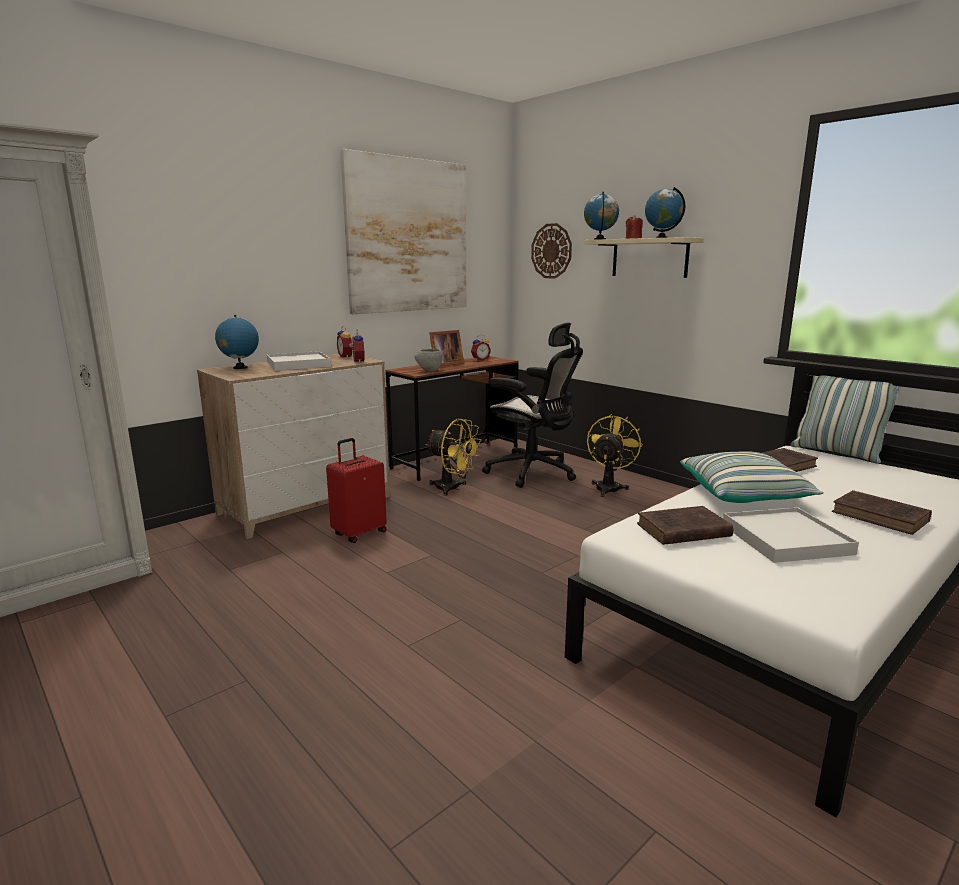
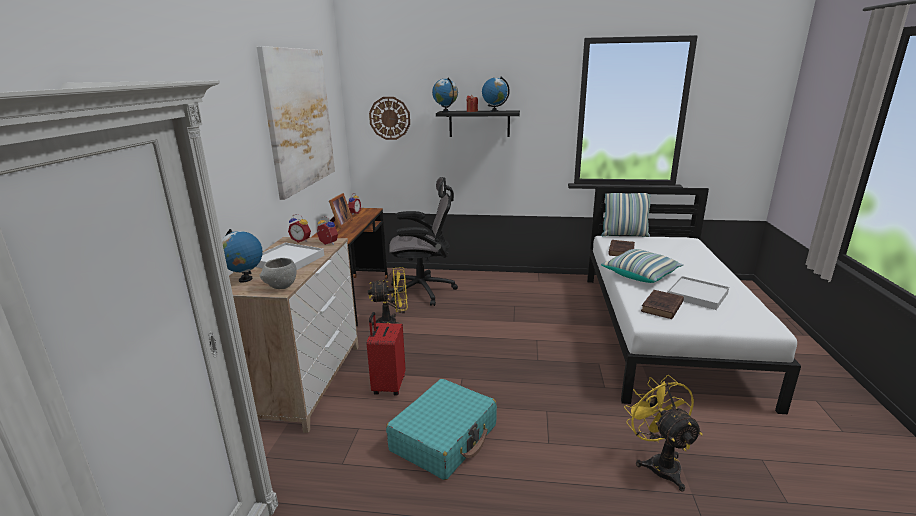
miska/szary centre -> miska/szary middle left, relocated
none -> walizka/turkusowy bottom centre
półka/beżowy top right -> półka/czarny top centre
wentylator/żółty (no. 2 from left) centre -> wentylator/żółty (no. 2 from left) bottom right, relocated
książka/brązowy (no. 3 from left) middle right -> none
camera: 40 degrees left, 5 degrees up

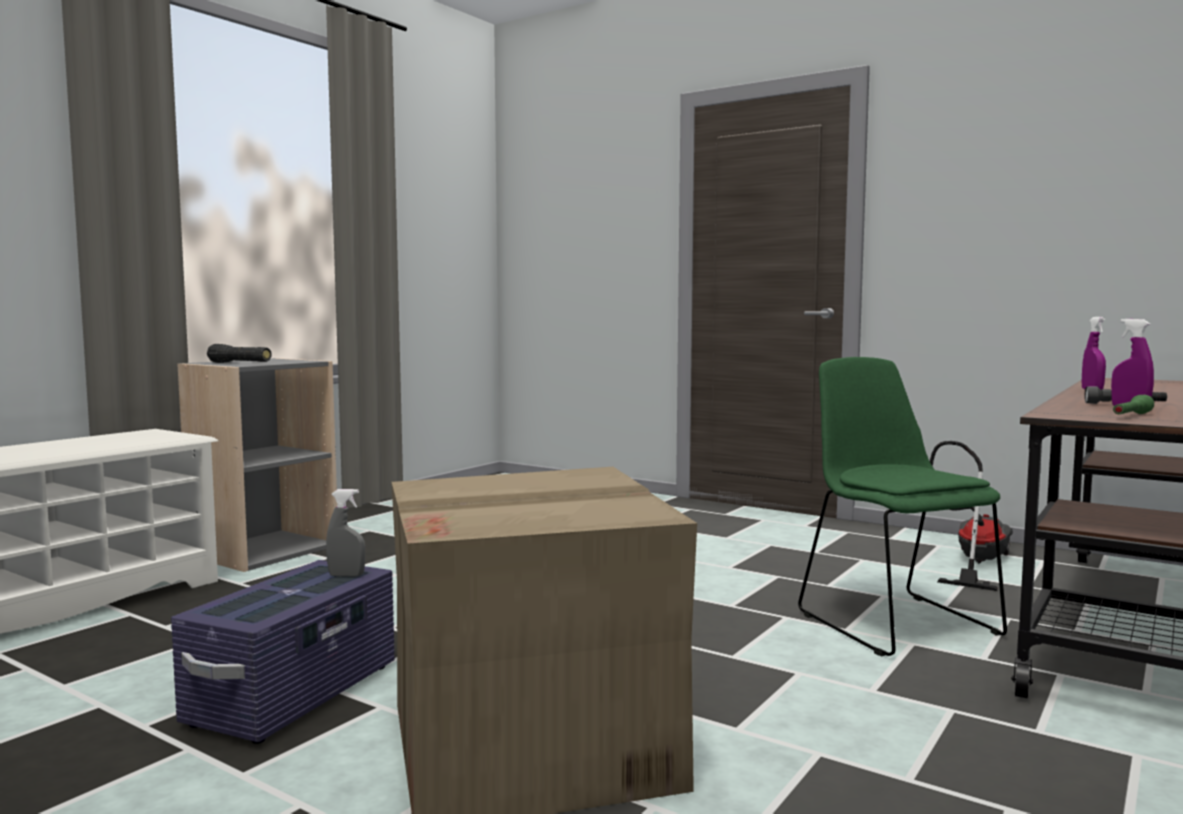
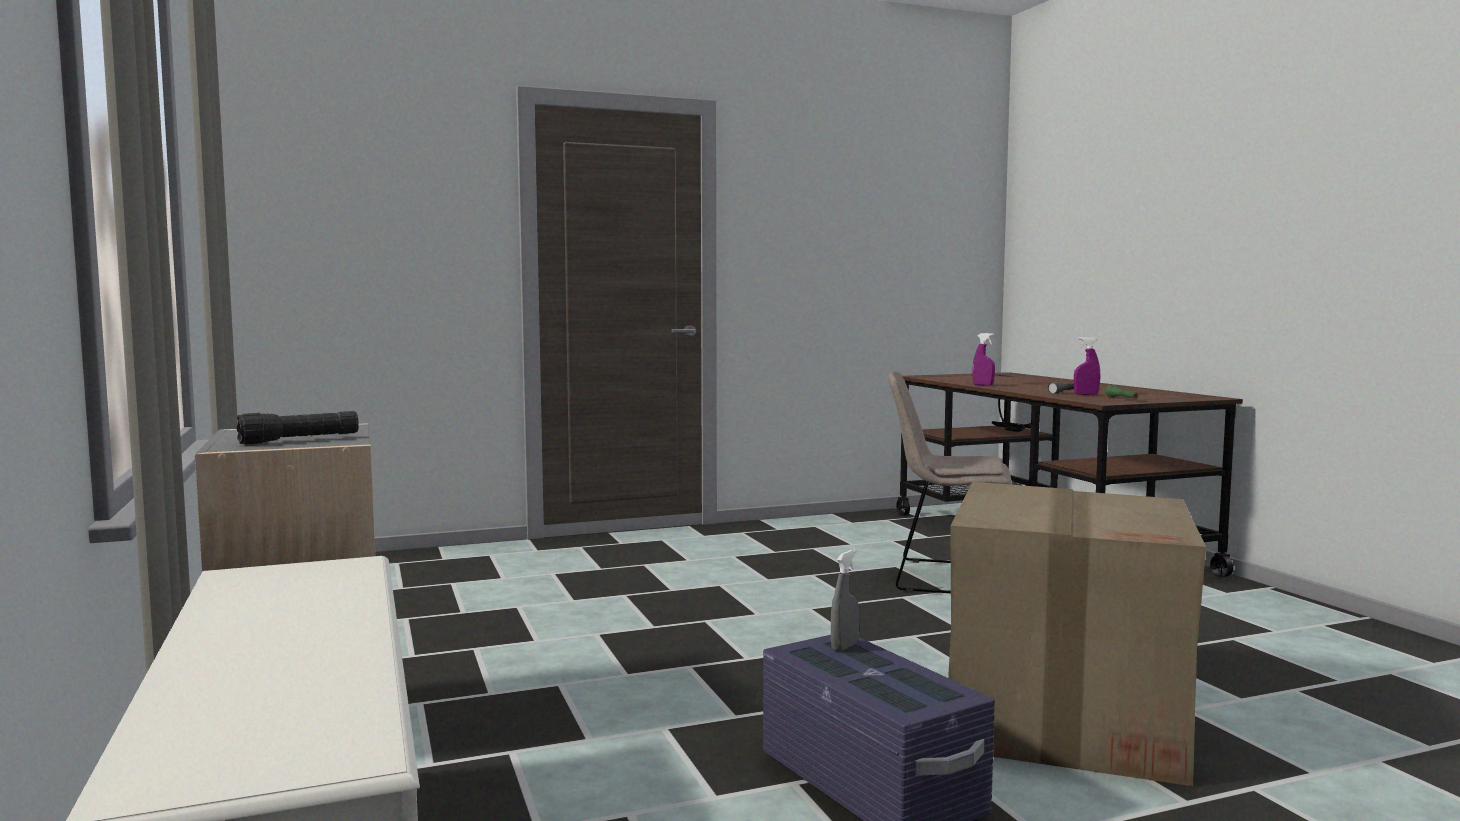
krzesło/zielony middle right -> krzesło/beżowy centre
odkurzacz middle right -> none
camera: 55 degrees left, 0 degrees up

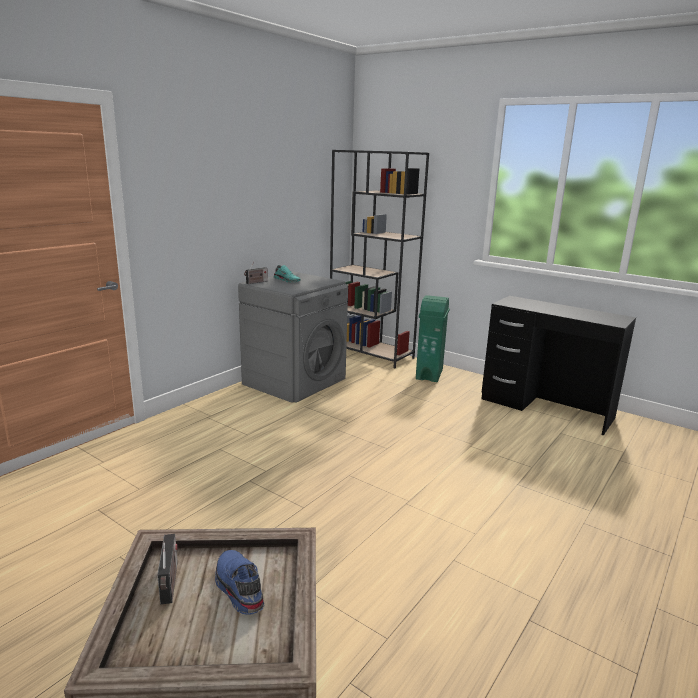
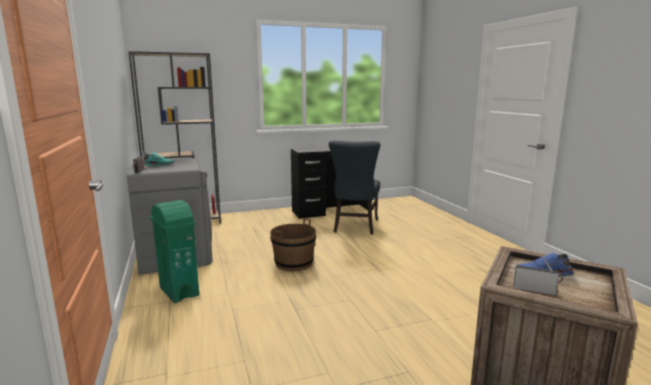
kosz na śmieci/zielony centre -> kosz na śmieci/zielony middle left, relocated
none -> wiadro/brązowy centre
none -> krzesło/szary centre
camera: 55 degrees left, 5 degrees down

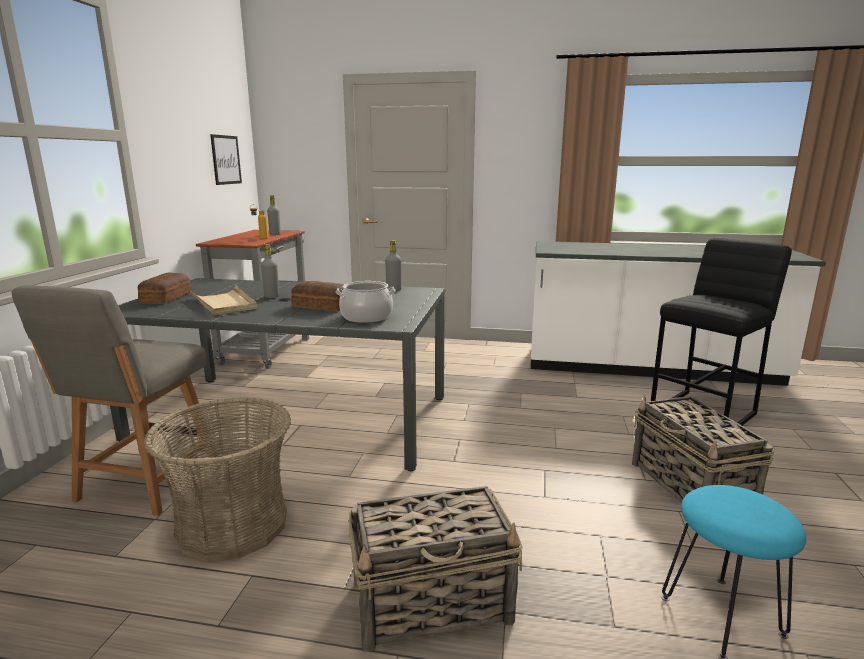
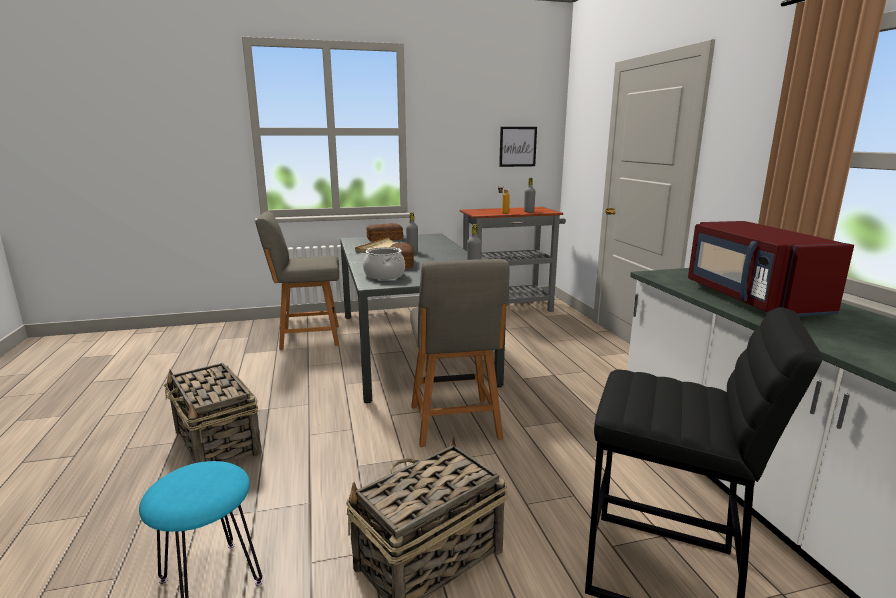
none -> krzesło/szary (no. 2 from left) centre
none -> mikrofalówka/czerwony middle right
koszyk (no. 1 from left) bottom left -> none
camera: 65 degrees right, 0 degrees up

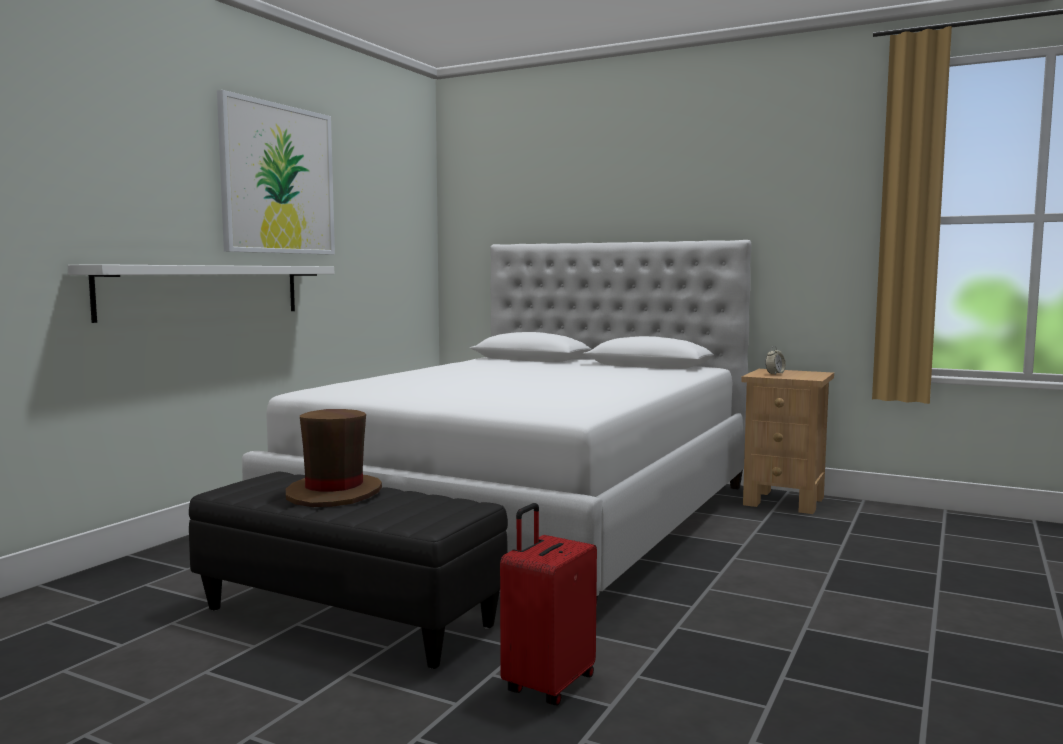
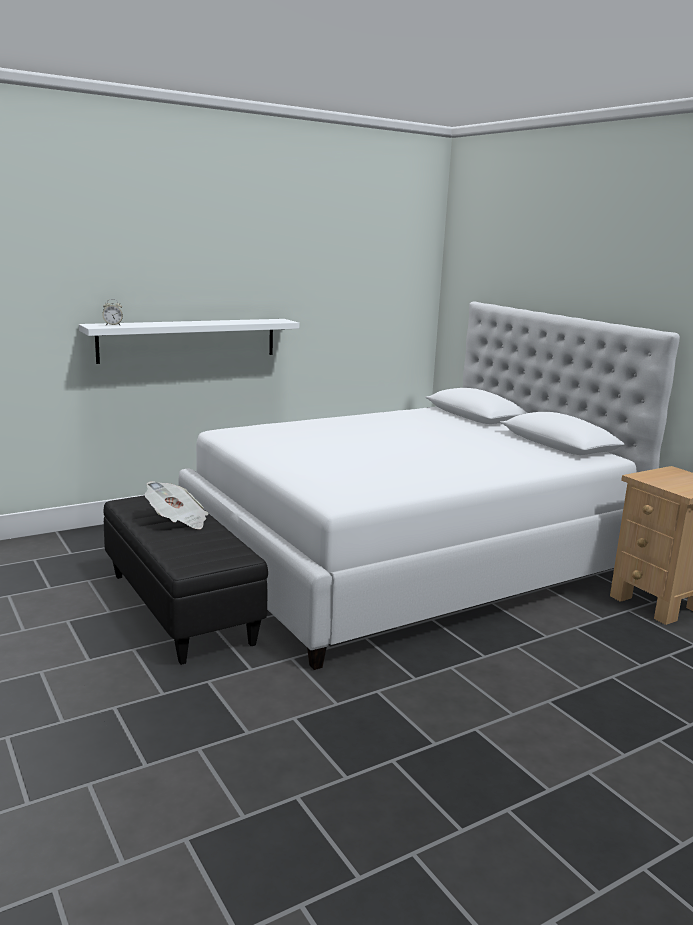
budzik middle right -> budzik middle left, relocated
kapelusz/brązowy middle left -> gazeta middle left
obraz top left -> none
walizka/czerwony bottom centre -> none
camera: 30 degrees right, 10 degrees up

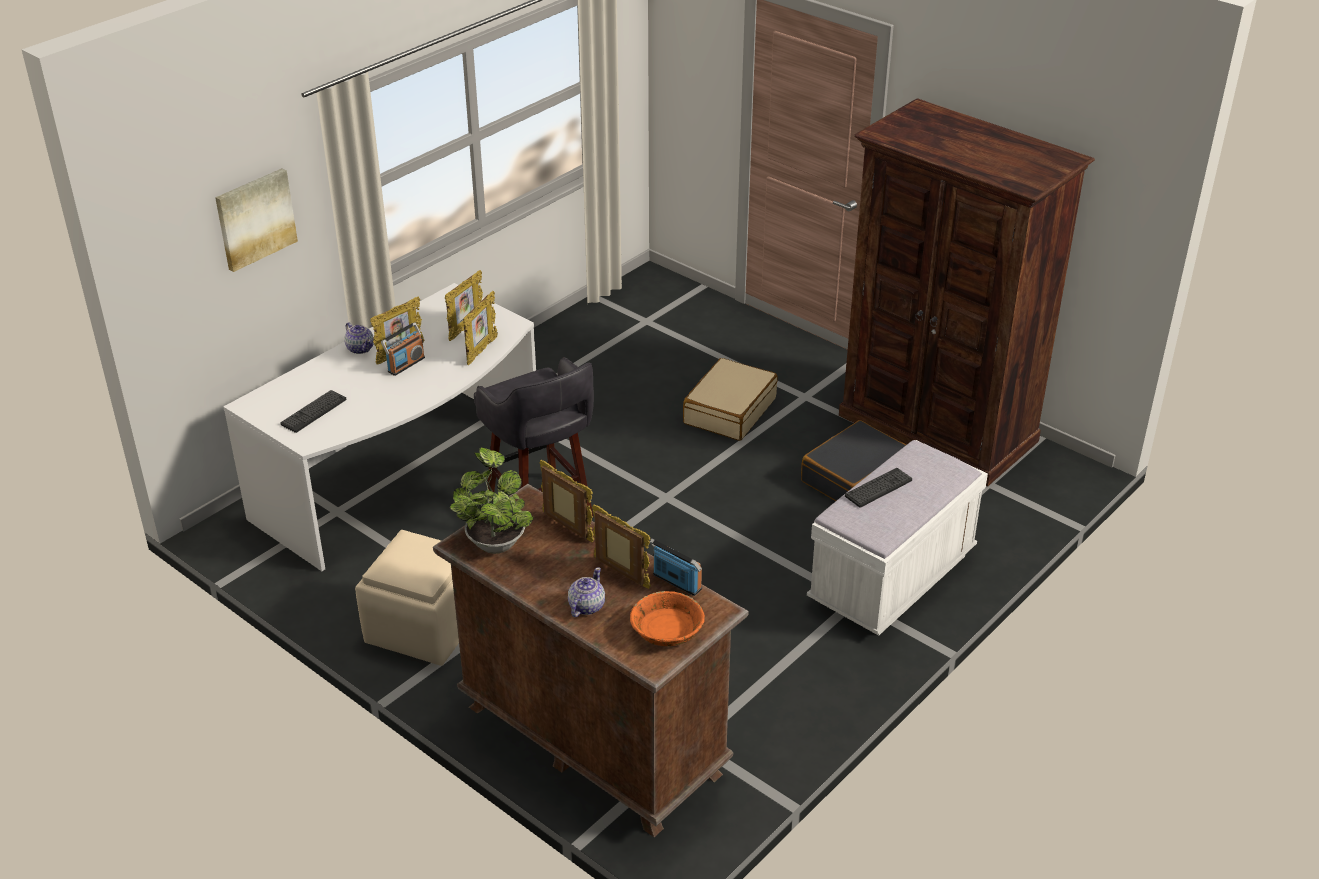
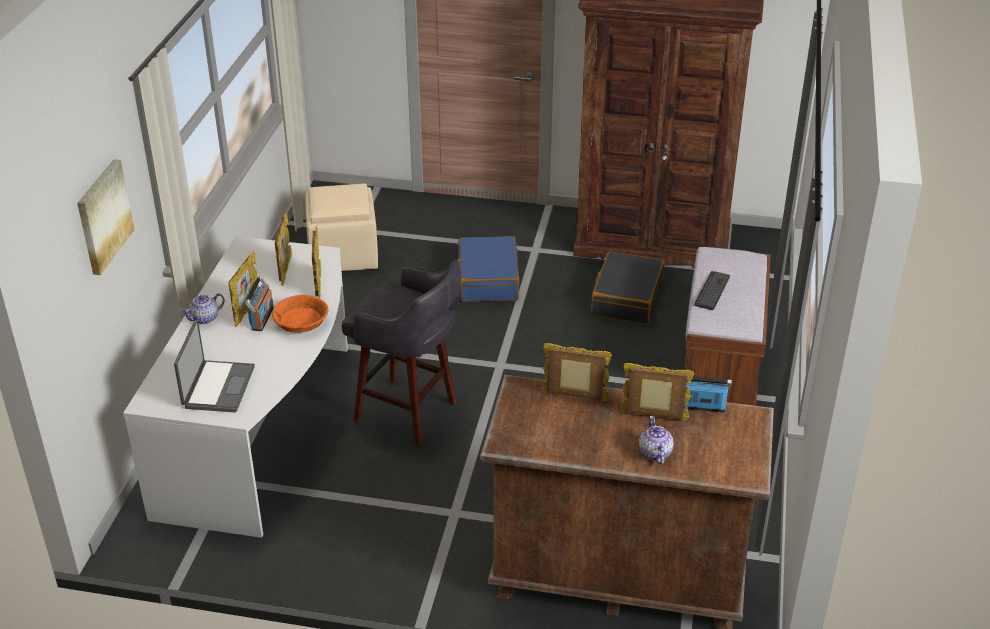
klawiatura (no. 1 from left) middle left -> laptop middle left
imbryk (no. 1 from left) middle left, 120 degrees clockwise
miska/pomarańczowy bottom centre -> miska/pomarańczowy middle left, relocated
pufa/beżowy bottom left -> pufa/beżowy centre, relocated
walizka/beżowy centre -> walizka/niebieski centre
ławka/biały middle right -> ławka/brązowy middle right
roślina doniczkowa centre -> none
camera: 30 degrees left, 0 degrees up

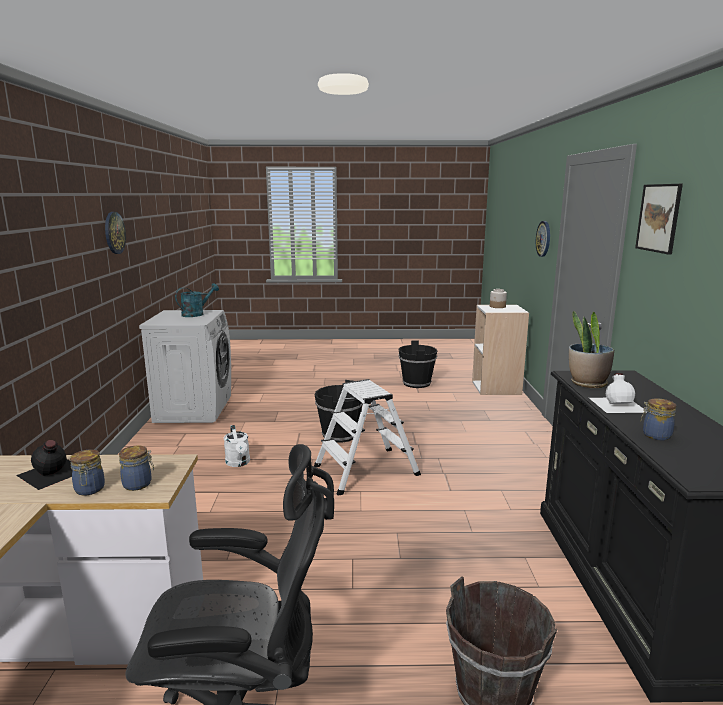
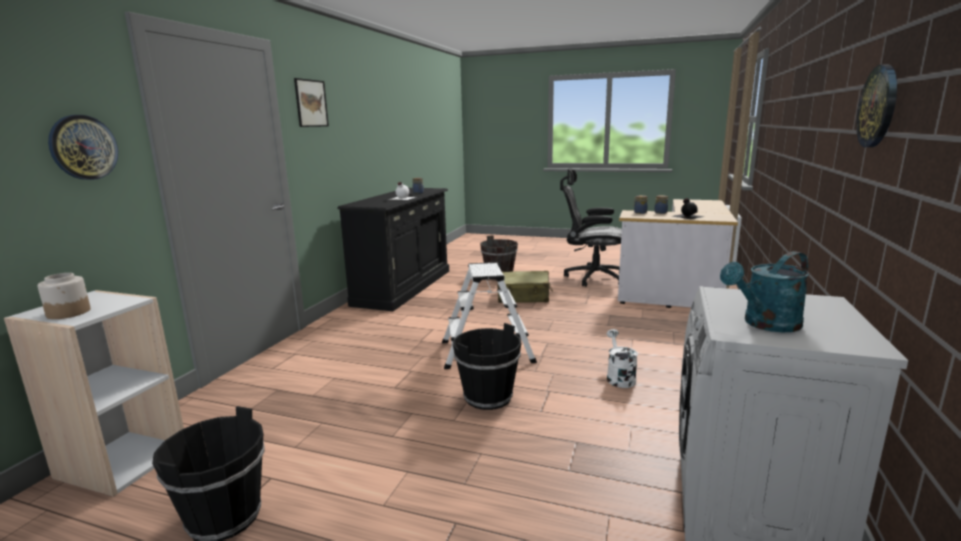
none -> walizka/beżowy centre
roślina doniczkowa middle right -> none
camera: 160 degrees left, 0 degrees up

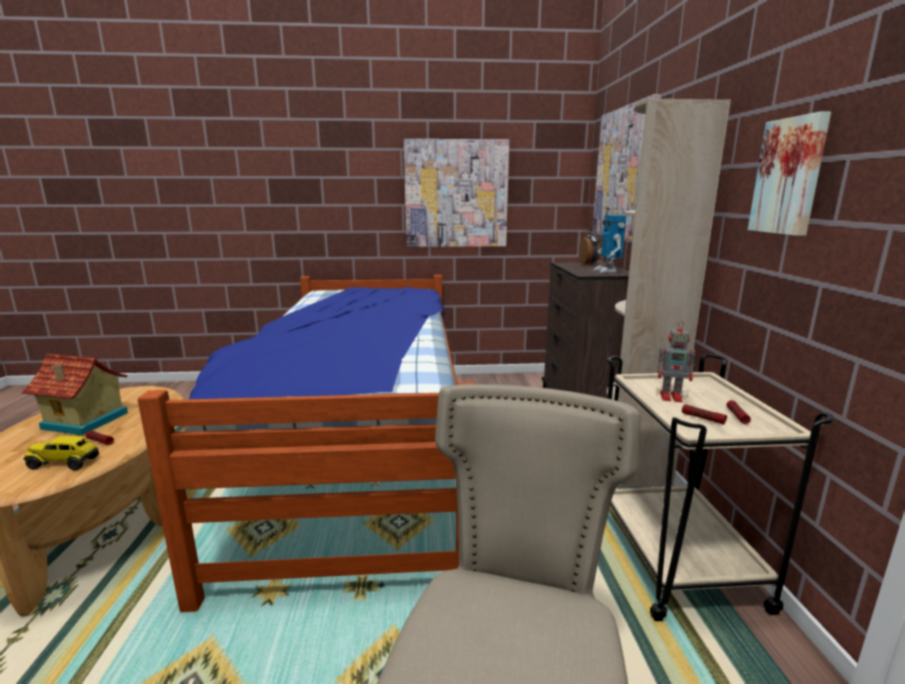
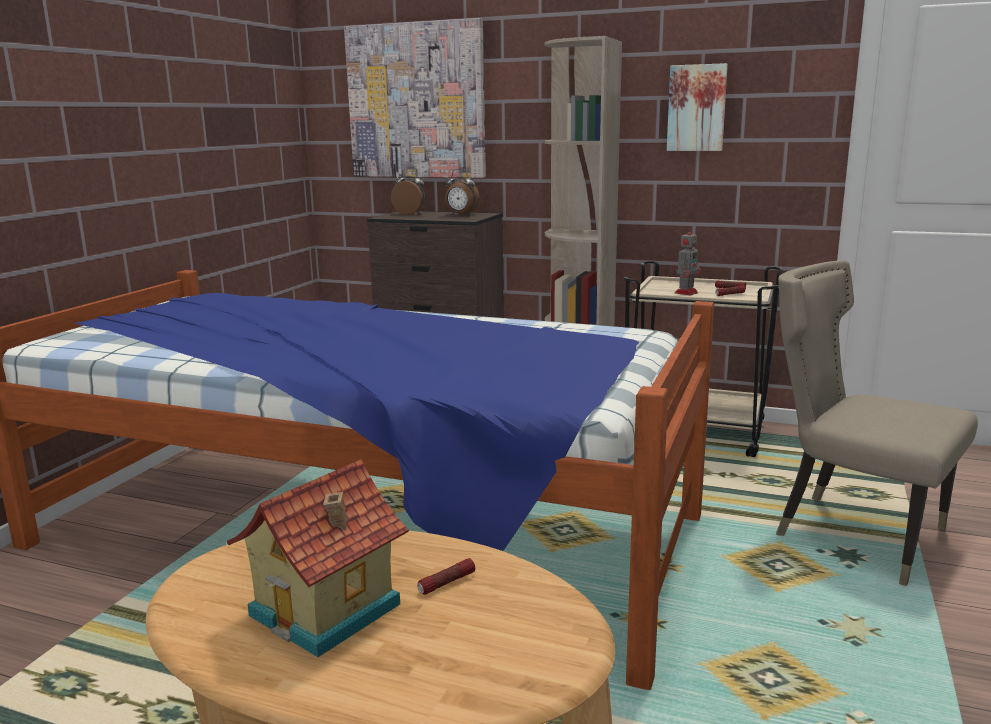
robot zabawkowy (no. 1 from left) middle right -> budzik (no. 2 from left) top centre
ciężarówka zabawkowa middle left -> none
obraz (no. 1 from left) top centre -> none
camera: 65 degrees left, 0 degrees up

